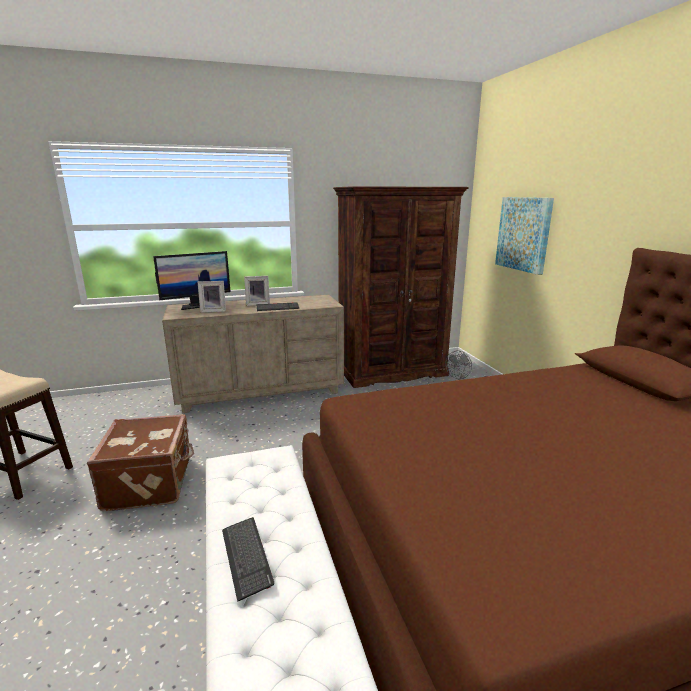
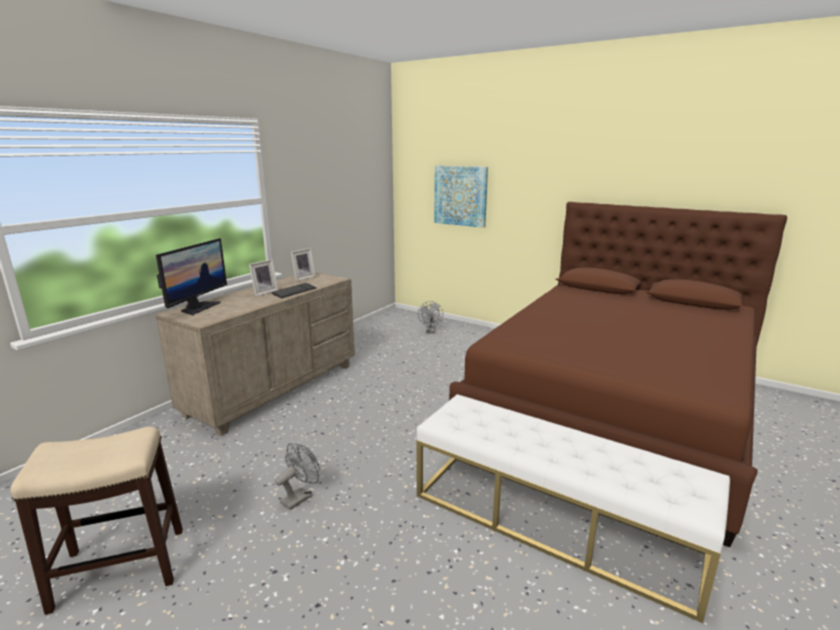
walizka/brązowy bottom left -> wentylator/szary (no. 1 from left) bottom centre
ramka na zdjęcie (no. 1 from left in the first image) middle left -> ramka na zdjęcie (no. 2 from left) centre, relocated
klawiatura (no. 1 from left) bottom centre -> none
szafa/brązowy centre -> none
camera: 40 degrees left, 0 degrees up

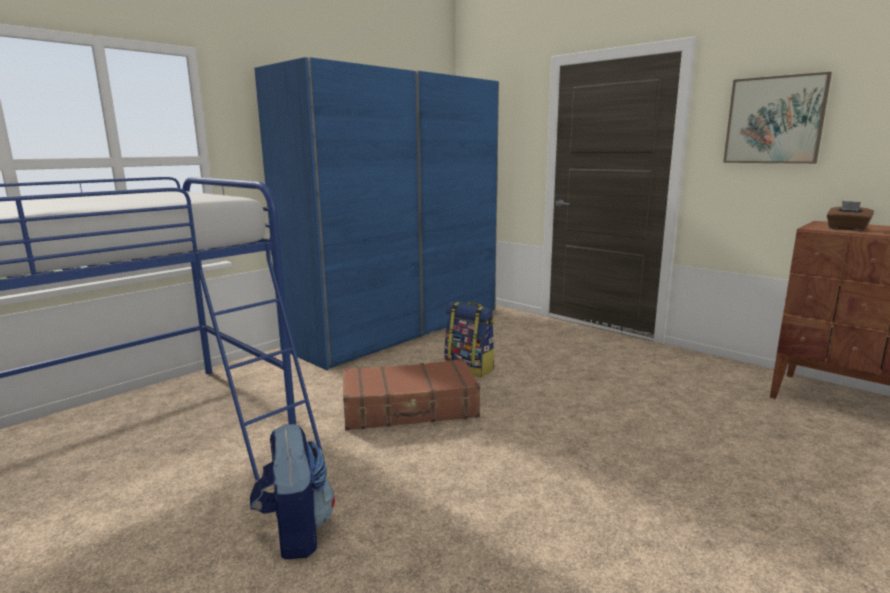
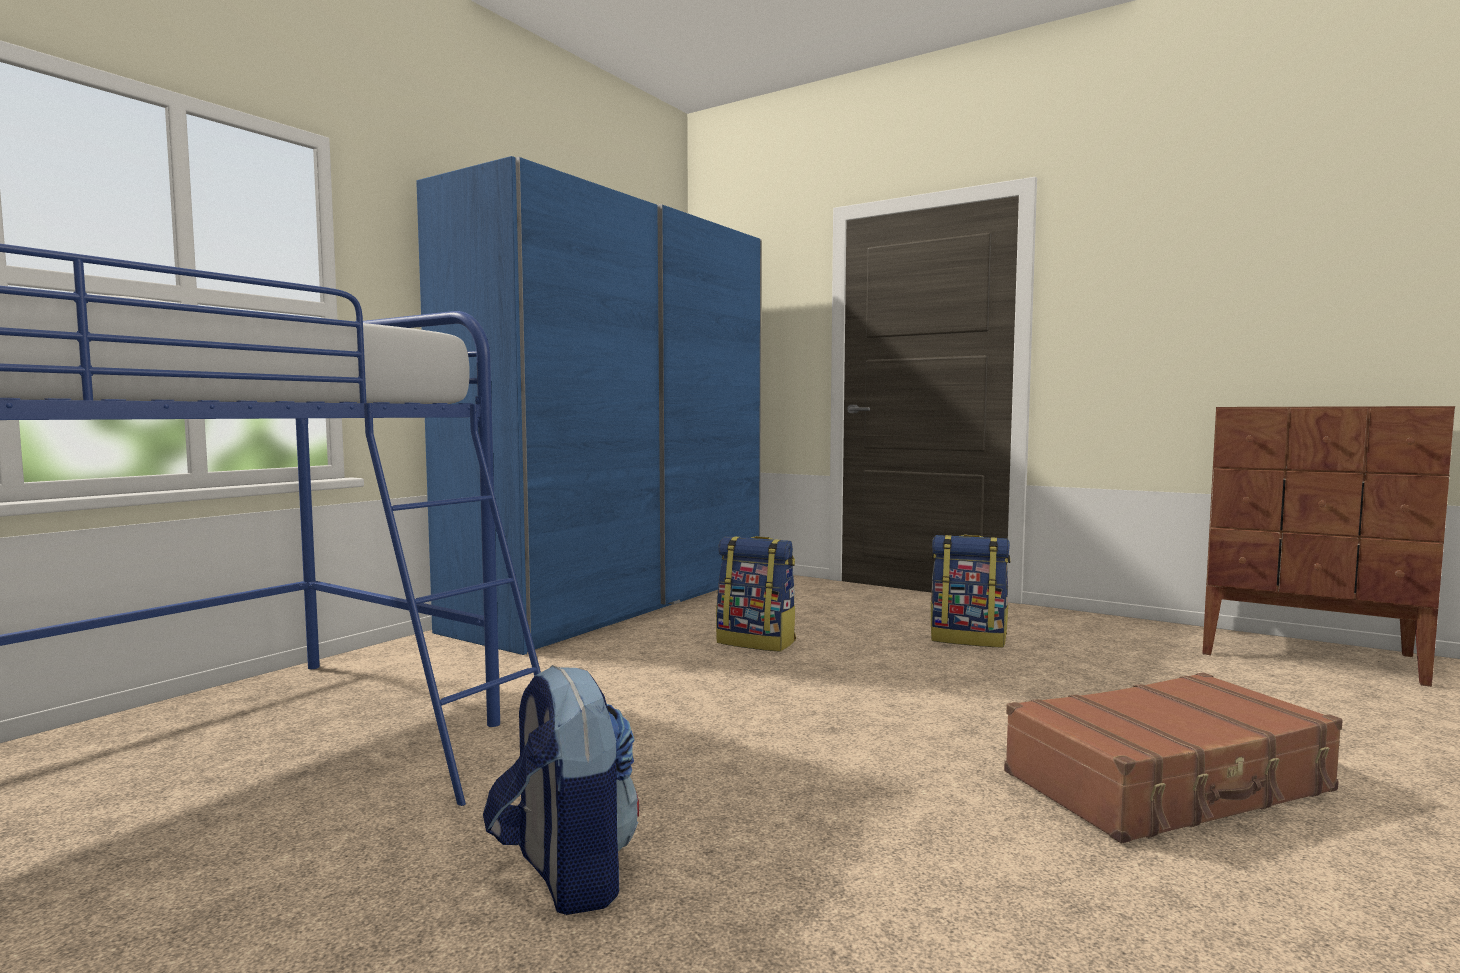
none -> plecak (no. 3 from left) centre
walizka/brązowy centre -> walizka/brązowy bottom right, relocated
obraz top right -> none
pudełko chusteczek/brązowy middle right -> none
camera: 10 degrees left, 10 degrees down

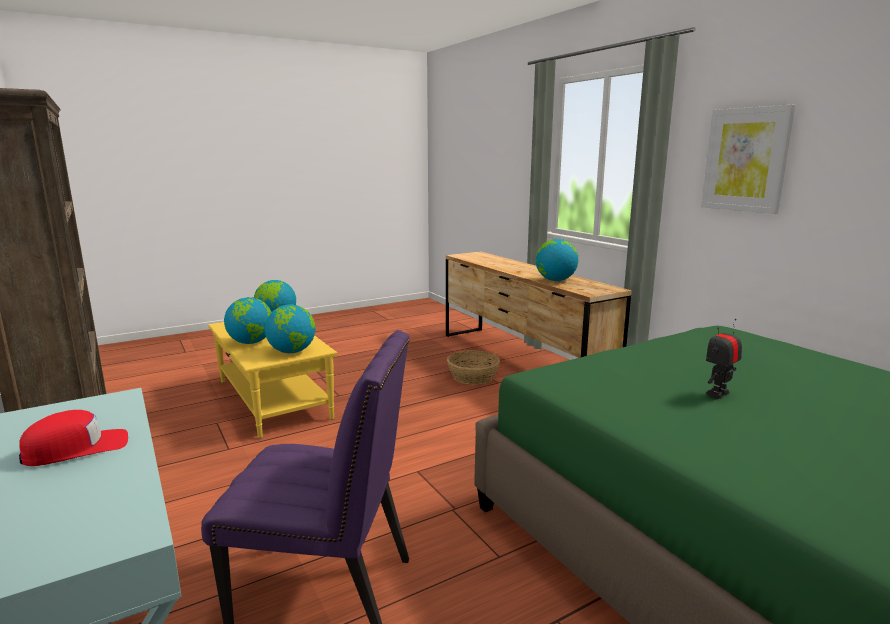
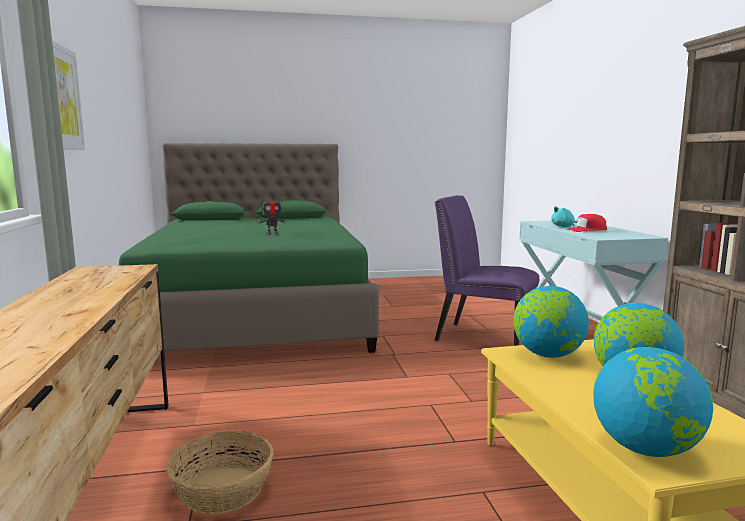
none -> pluszak/turkusowy middle right
globus (no. 4 from left) centre -> none
camera: 160 degrees left, 5 degrees down

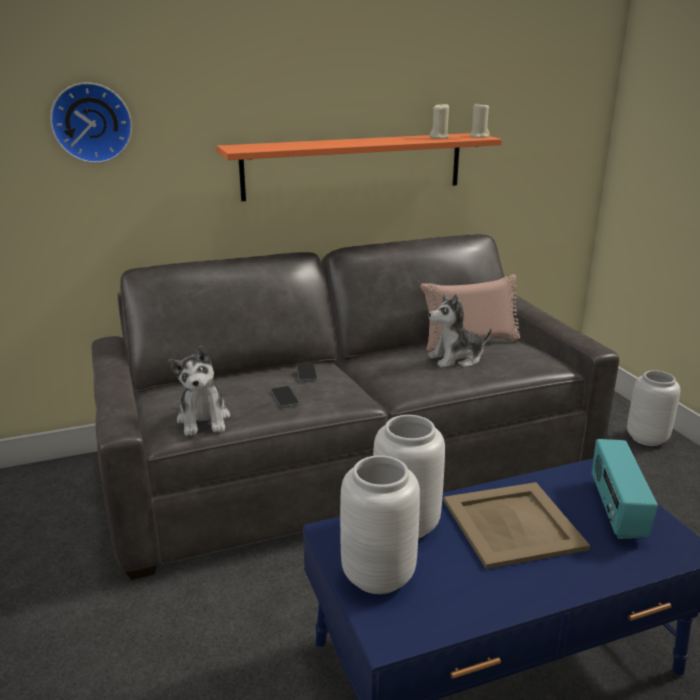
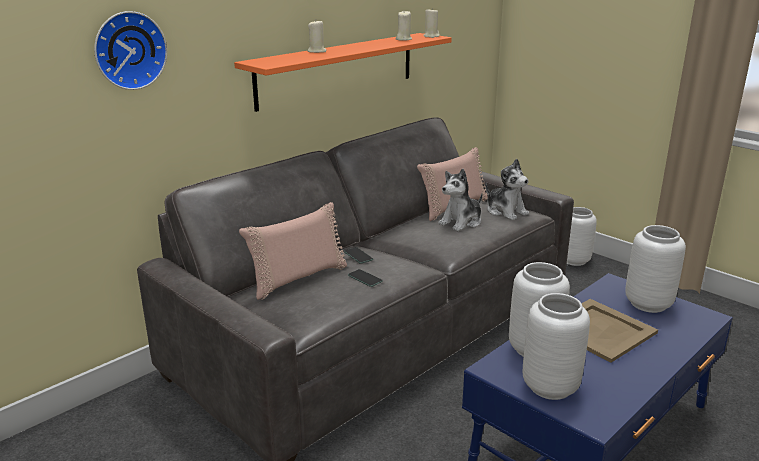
none -> poduszka/beżowy (no. 1 from left) centre
none -> świeca/beżowy (no. 1 from left) top centre
pluszak (no. 1 from left in the first image) middle left -> pluszak (no. 2 from left) middle right, relocated
radio bottom right -> wazon/szary (no. 4 from left) middle right
camera: 25 degrees left, 0 degrees up

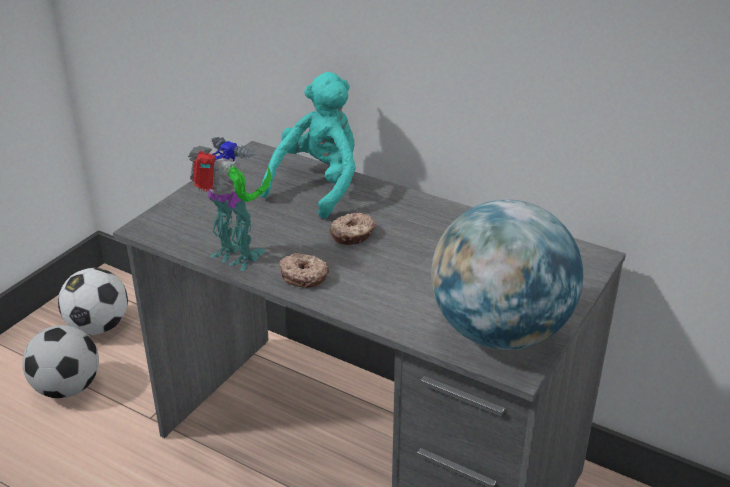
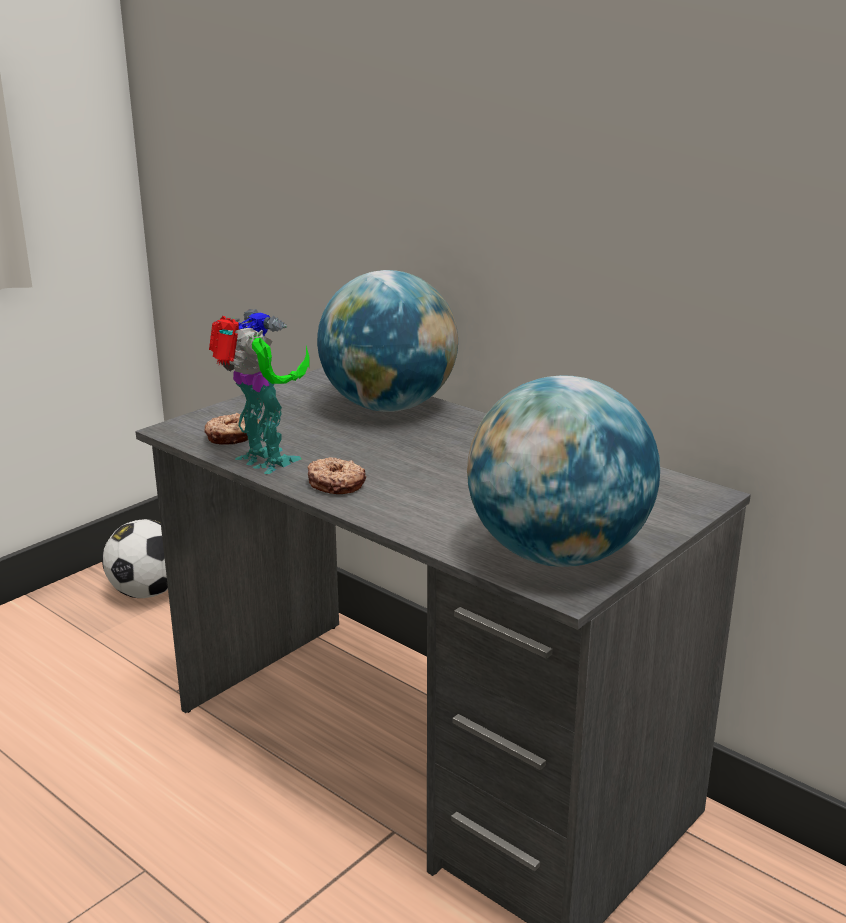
donut (no. 2 from left in the first image) centre -> donut (no. 1 from left) middle left, relocated
pluszak/turkusowy top centre -> globus (no. 1 from left) centre
piłka futbolowa (no. 1 from left) bottom left -> none
camera: 10 degrees right, 10 degrees down

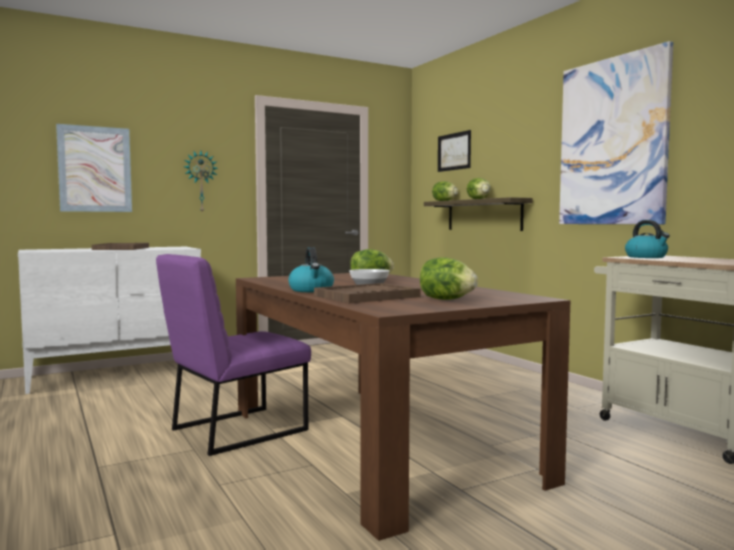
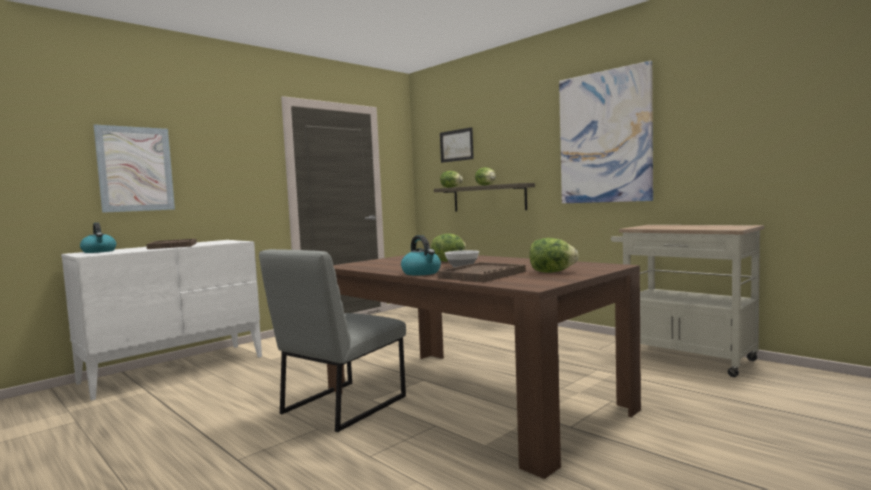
czajnik (no. 2 from left in the first image) middle right -> czajnik (no. 1 from left) middle left, relocated
krzesło/fioletowy middle left -> krzesło/szary bottom centre
zegar ścienny top left -> none
camera: 15 degrees left, 0 degrees up

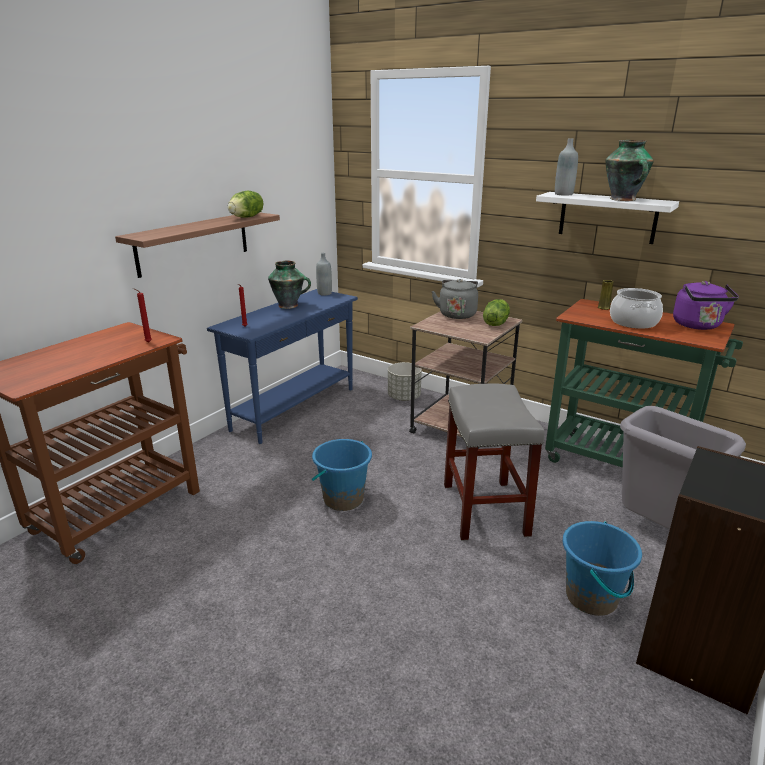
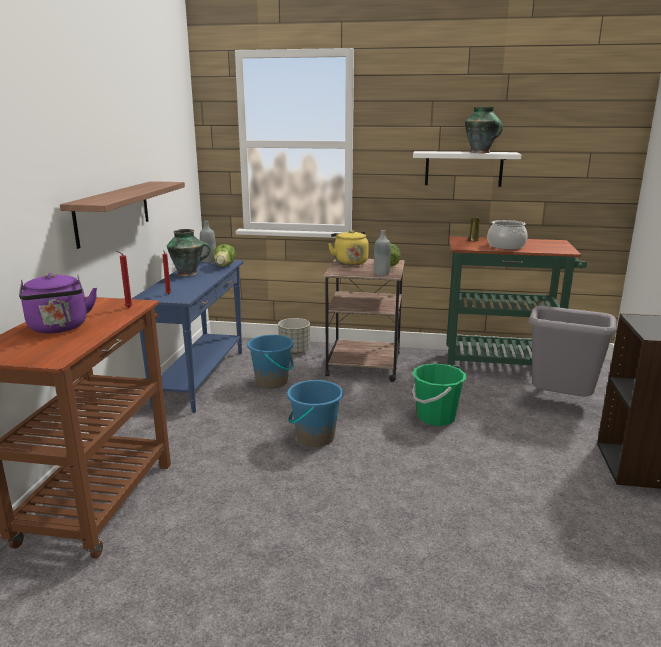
czajnik/fioletowy middle right -> czajnik/fioletowy middle left, relocated
sałata (no. 1 from left) top left -> sałata (no. 1 from left) centre, relocated
wiadro/niebieski (no. 2 from left in the first image) bottom right -> wiadro/niebieski (no. 1 from left) centre, relocated
czajnik/szary centre -> czajnik/żółty centre
butelka/szary (no. 2 from left) top right -> butelka/szary (no. 2 from left) centre, relocated
stołek/szary centre -> wiadro/zielony centre
camera: 25 degrees left, 5 degrees down

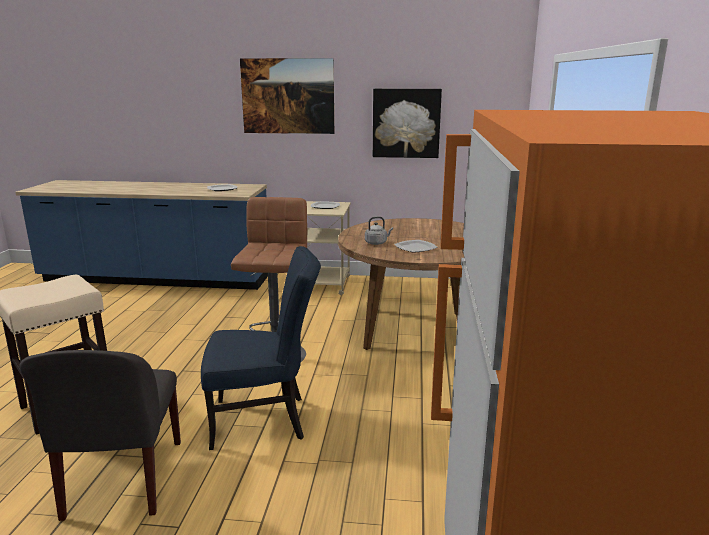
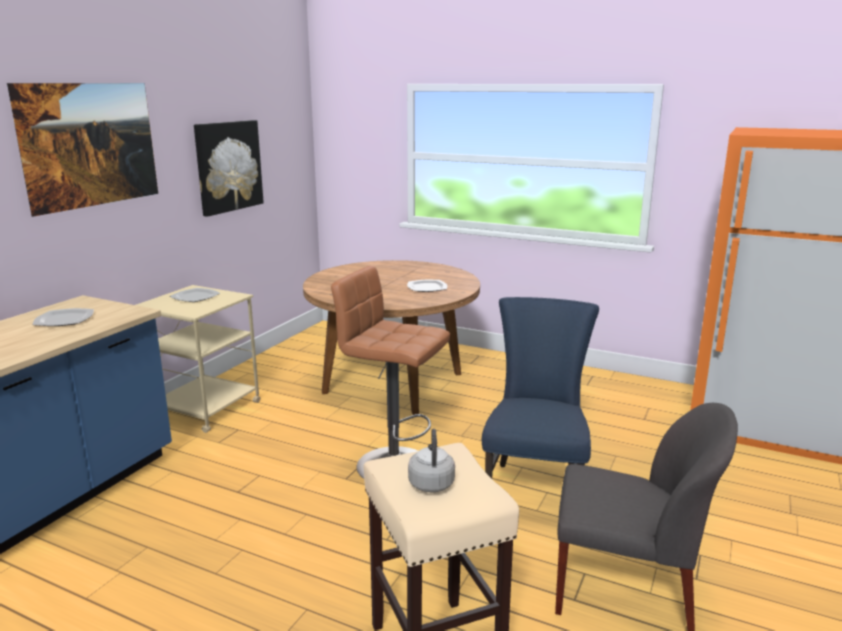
czajnik/szary centre -> czajnik/szary bottom centre, relocated
camera: 70 degrees left, 0 degrees up

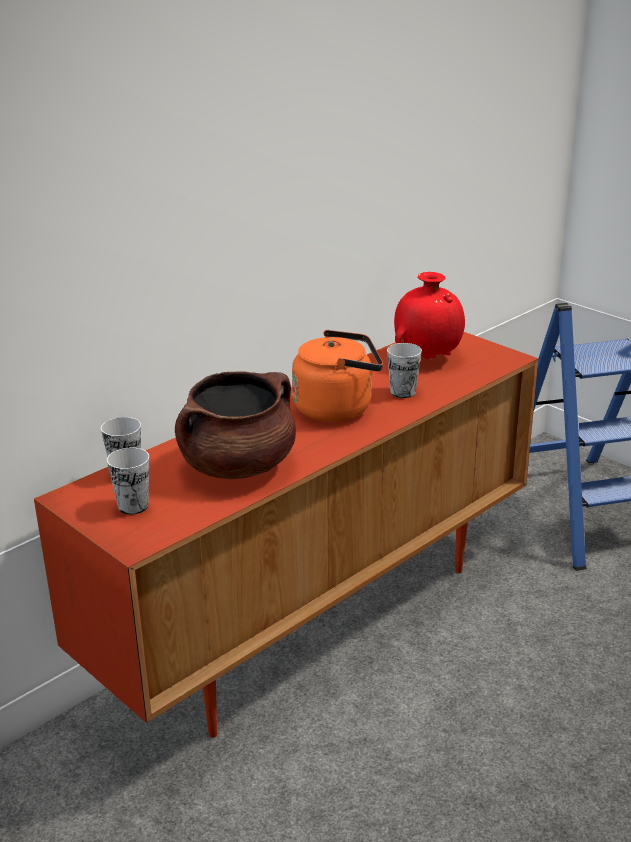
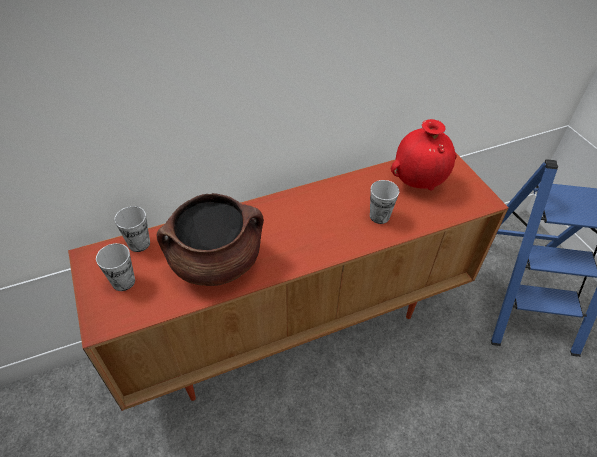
czajnik/pomarańczowy centre -> none
camera: 20 degrees right, 20 degrees up

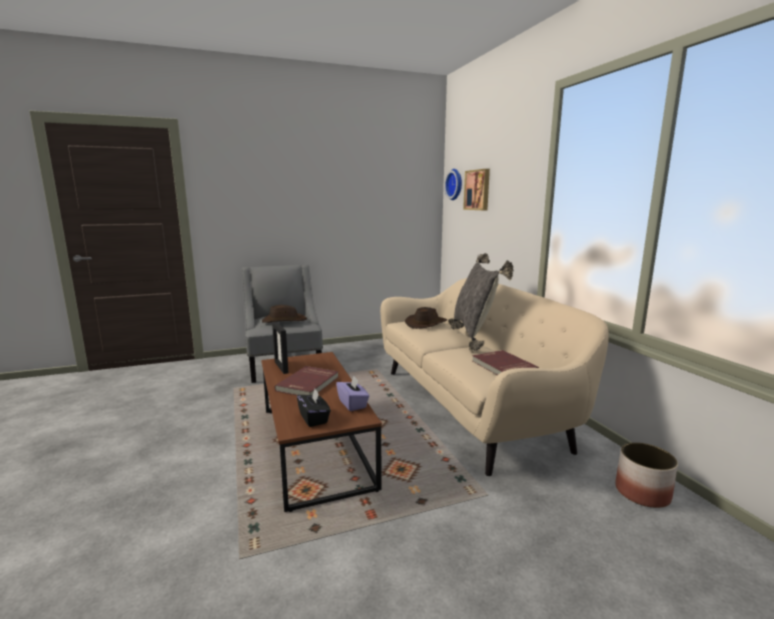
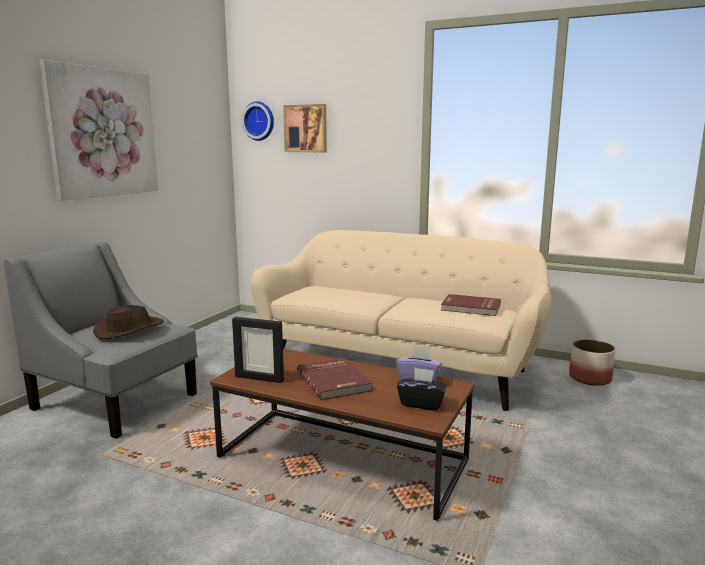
none -> obraz (no. 1 from left) top left
kapelusz/brązowy (no. 2 from left) centre -> none
poduszka centre -> none
camera: 45 degrees left, 0 degrees up

